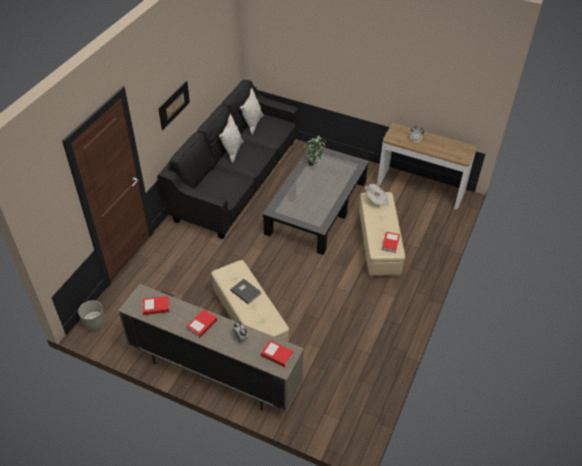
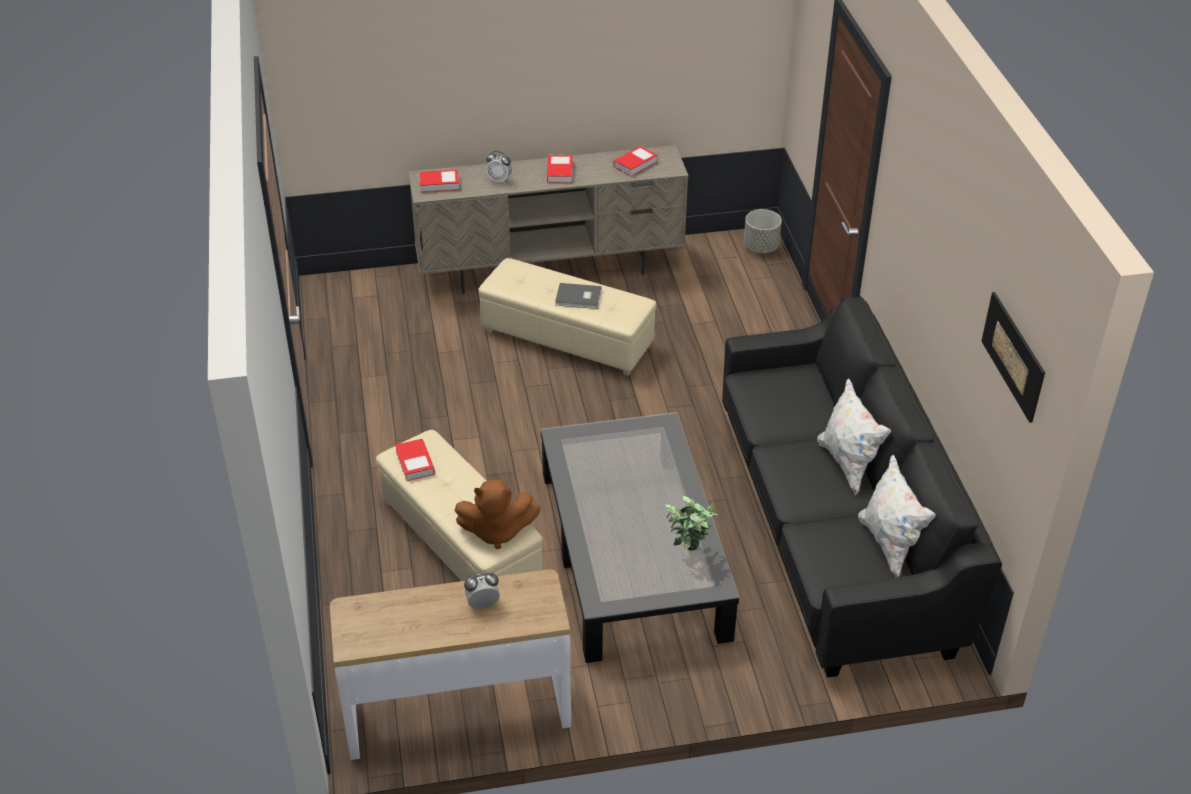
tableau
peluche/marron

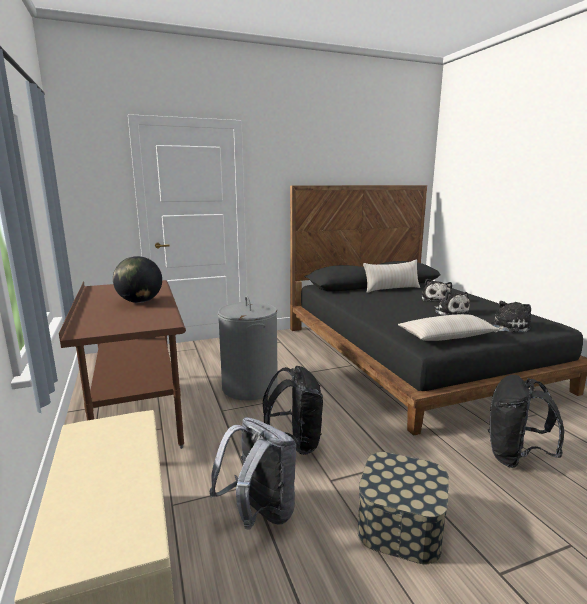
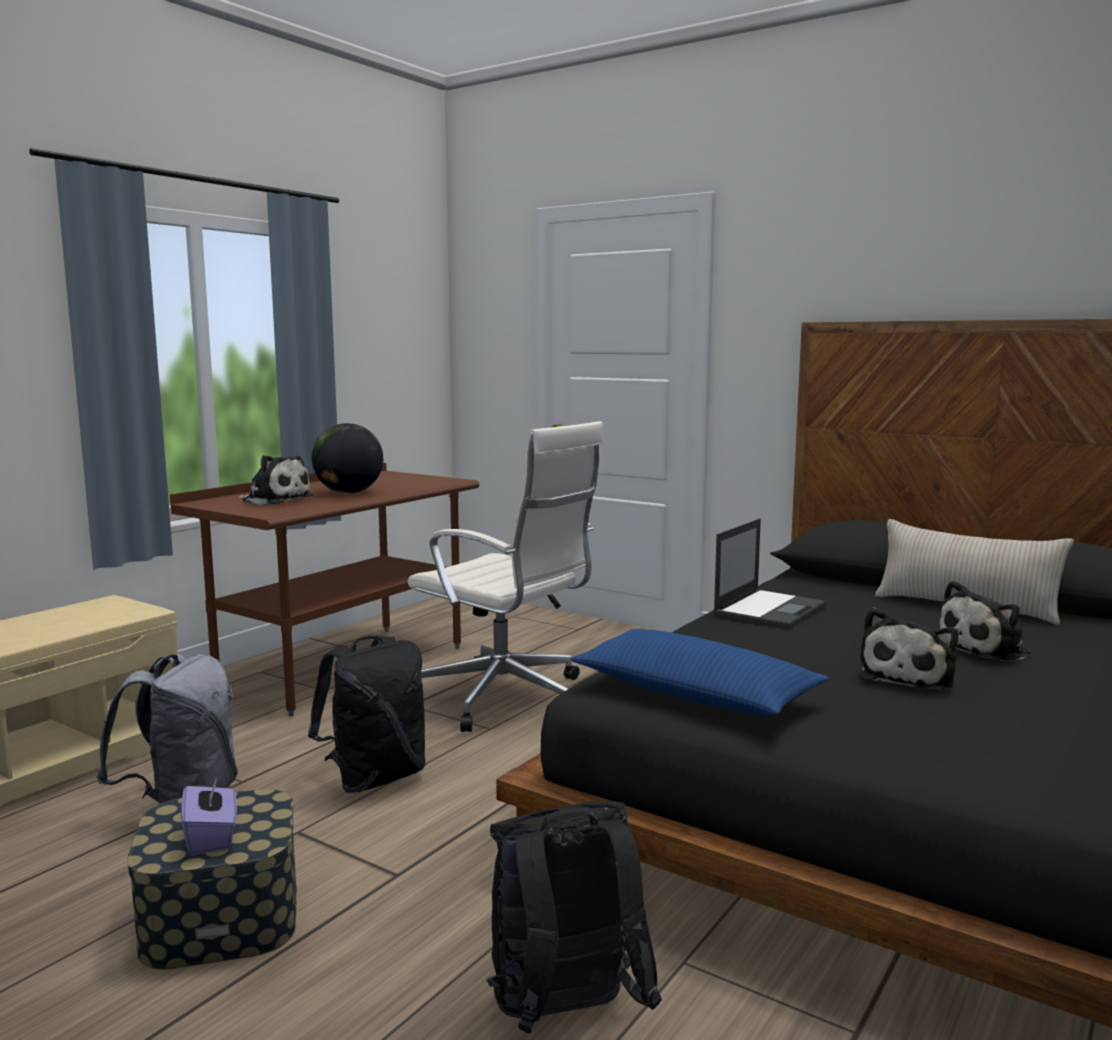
chaise de bureau/blanc
coussin/bleu
peluche (1st from left)
boîte à mouchoirs/violet
ordinateur portable

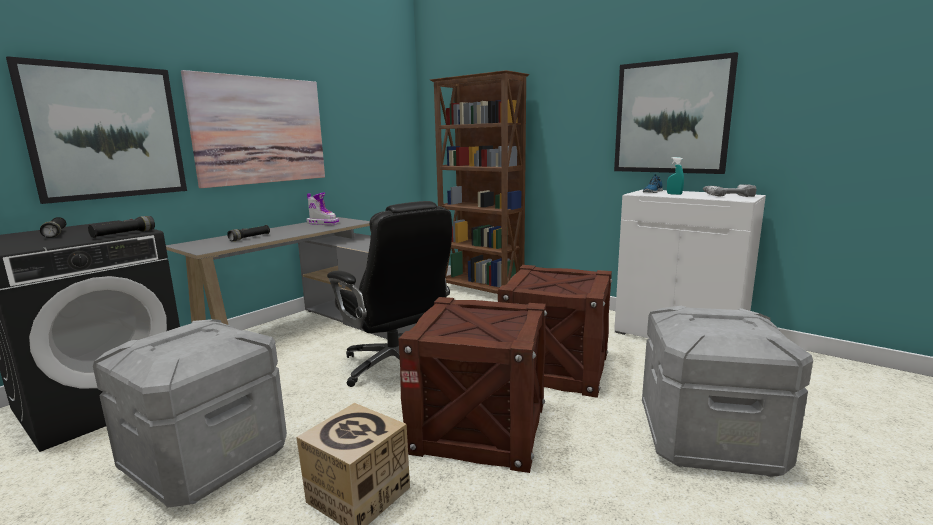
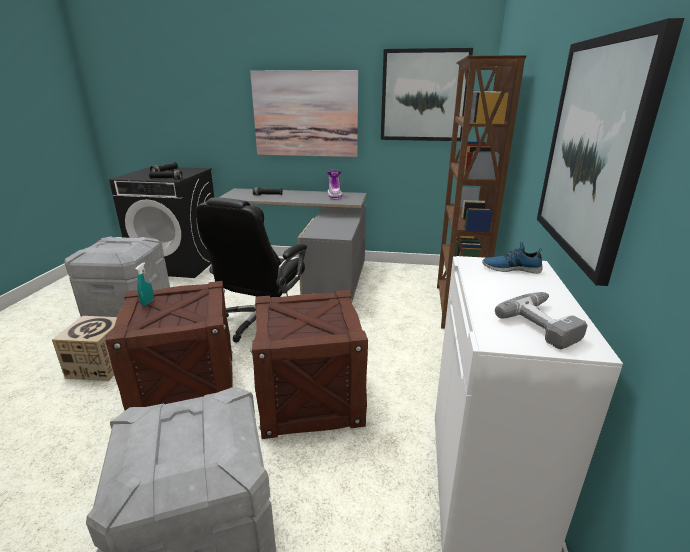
tableau (2nd from left)
vaporisateur/turquoise

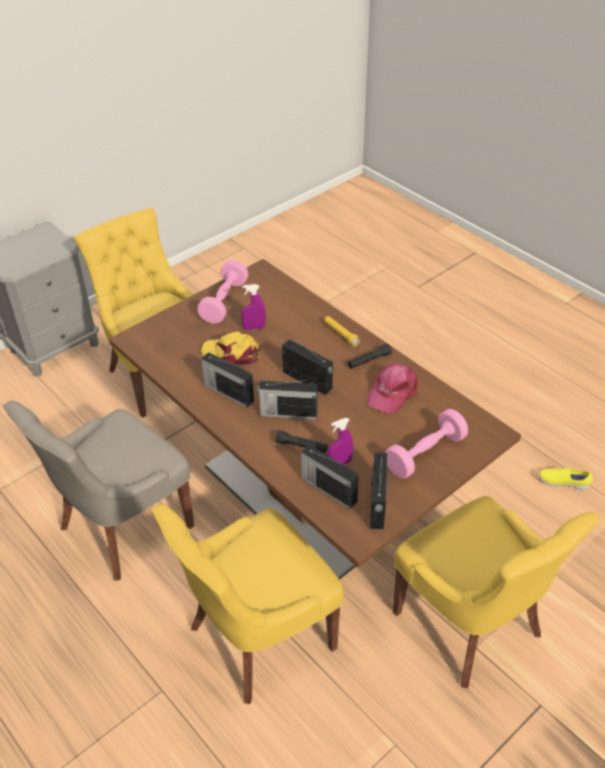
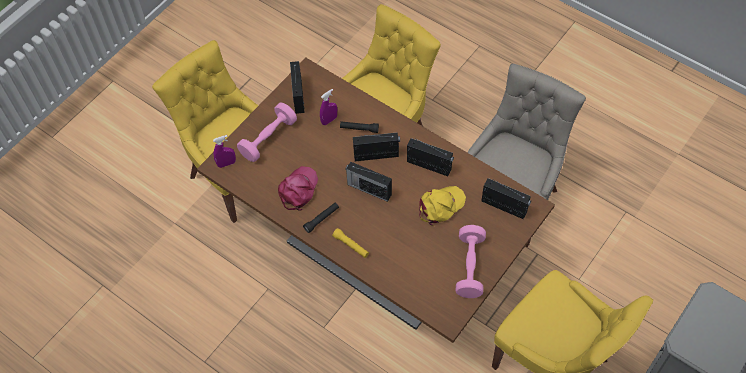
casquette/jaune
vaporisateur/violet (1st from left)
radio (5th from left)
chaussure/jaune

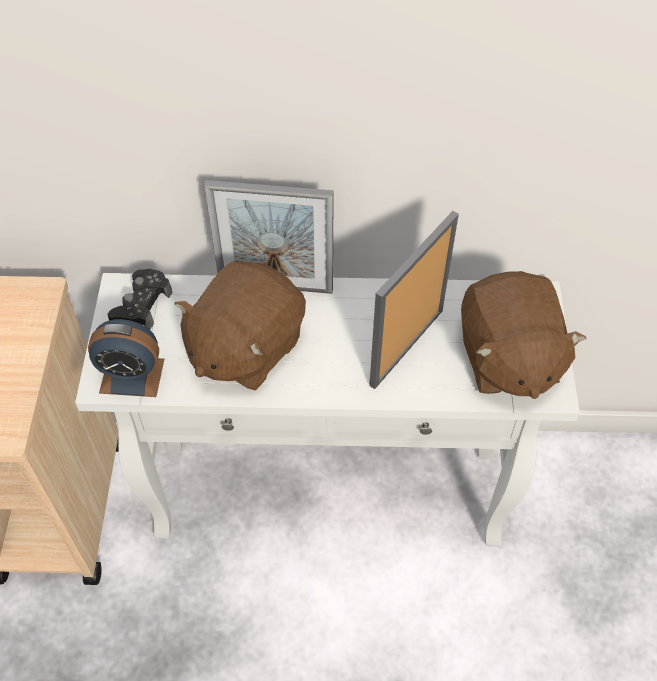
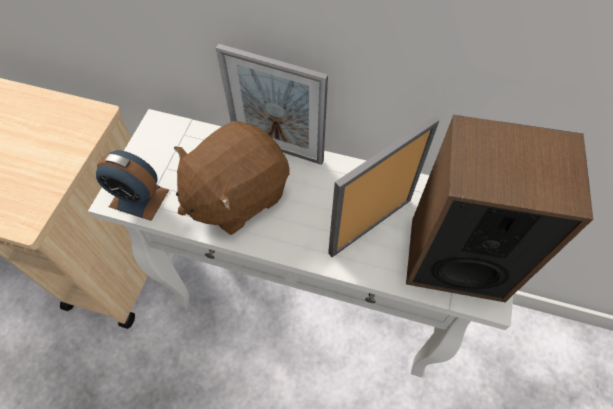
manette/noir
enceinte

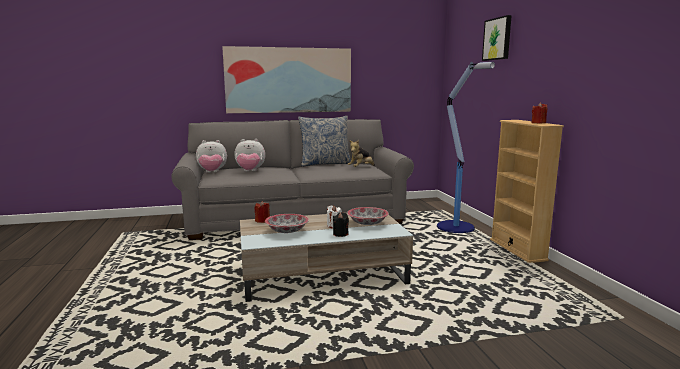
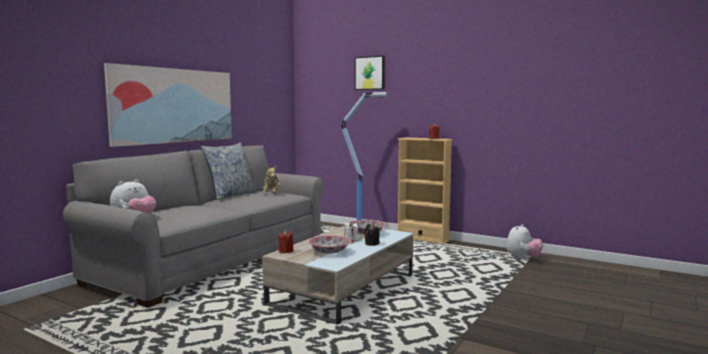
peluche (3rd from left)

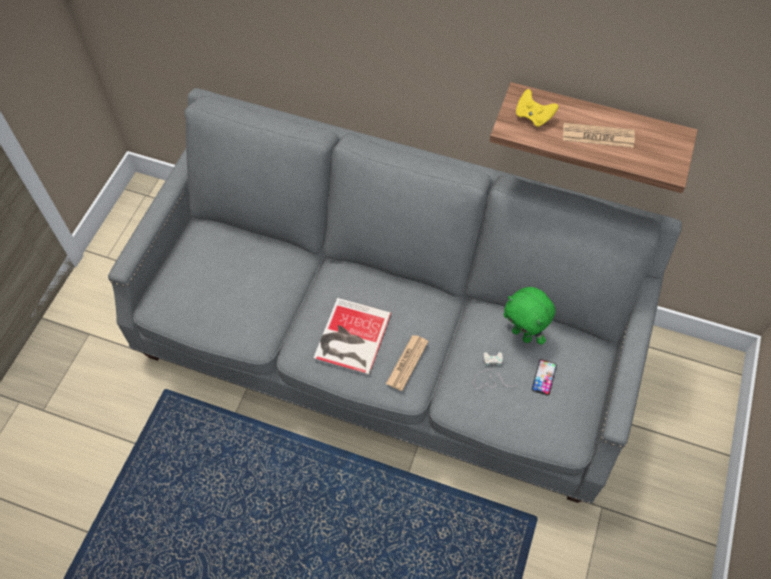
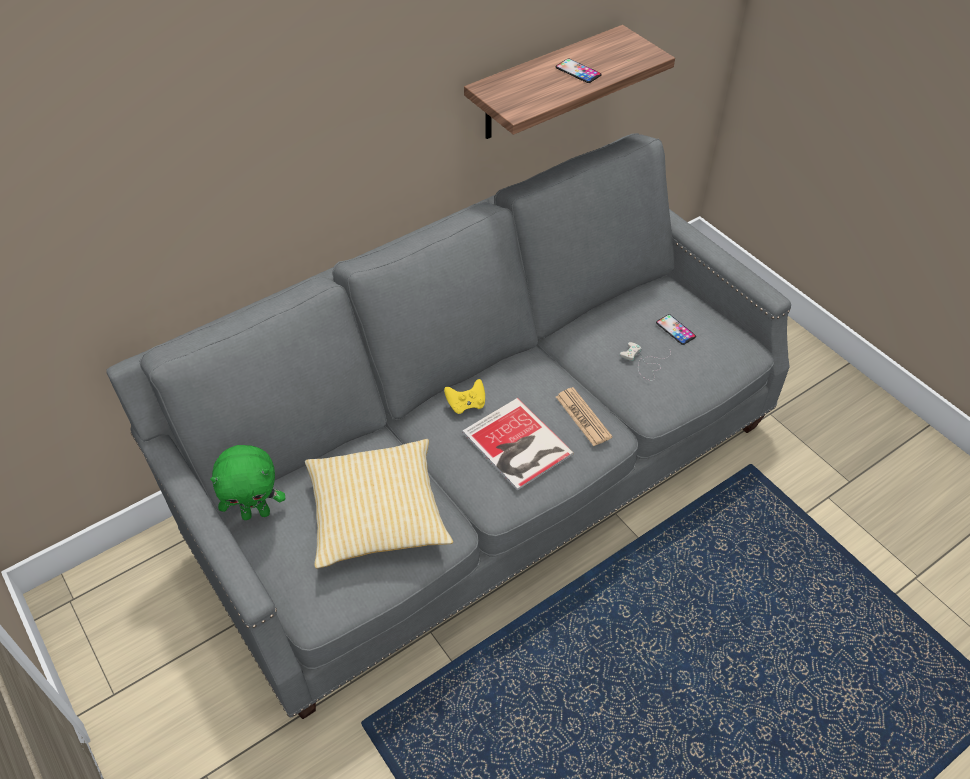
peluche/vert
manette/jaune
téléphone (1st from left)
coussin

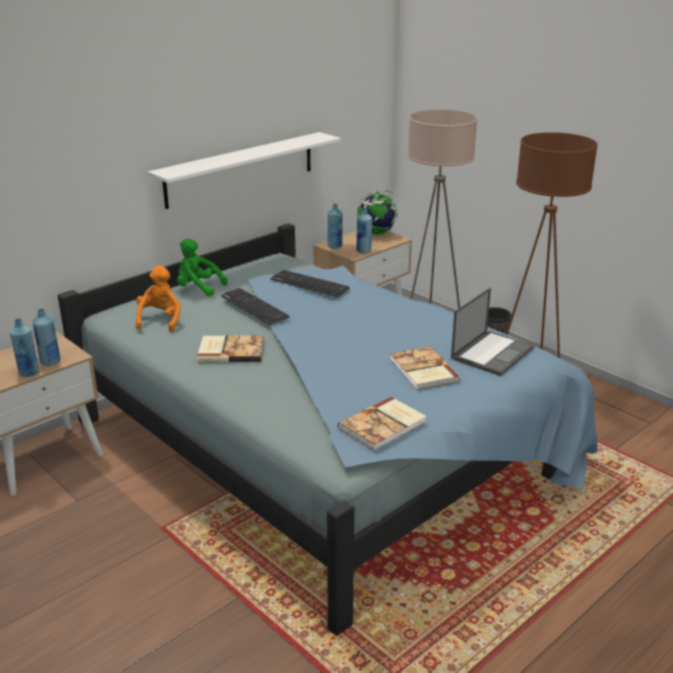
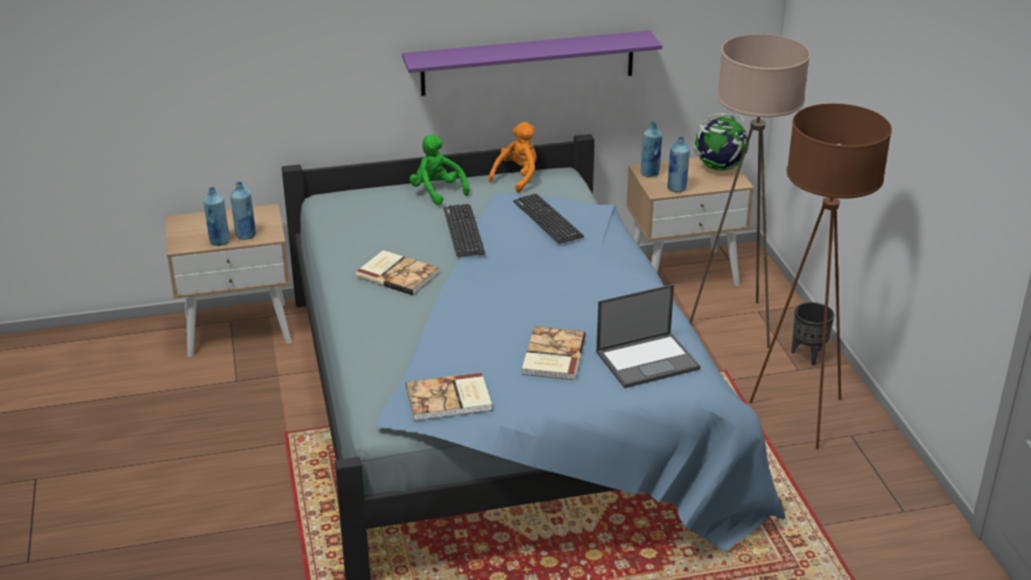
peluche/orange
étagère/violet

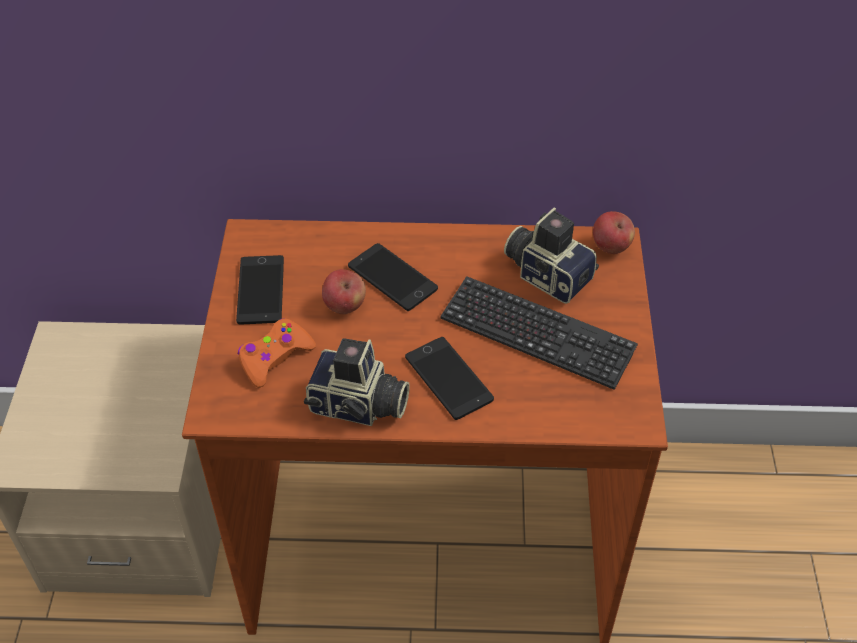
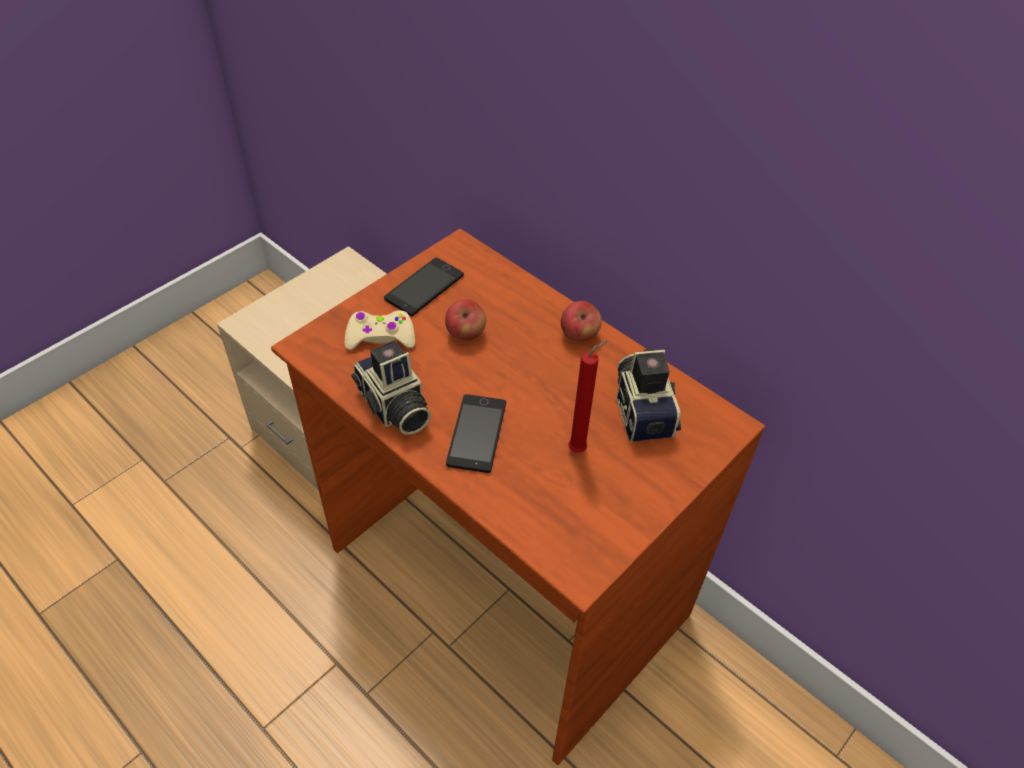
manette/beige
téléphone (2nd from left in the first image)
bougie/rouge
pomme (2nd from left)

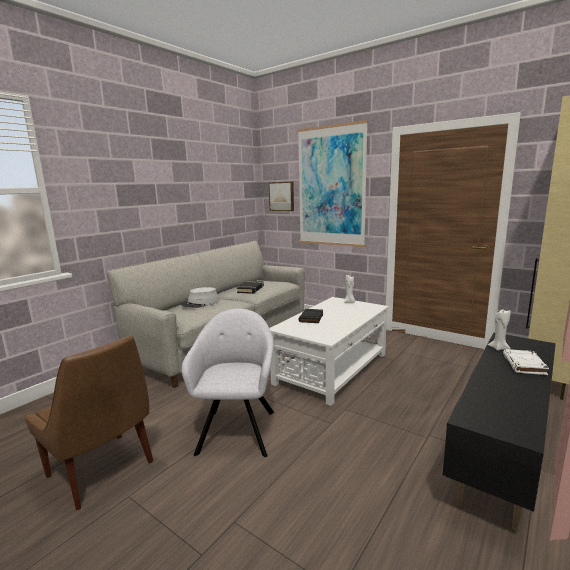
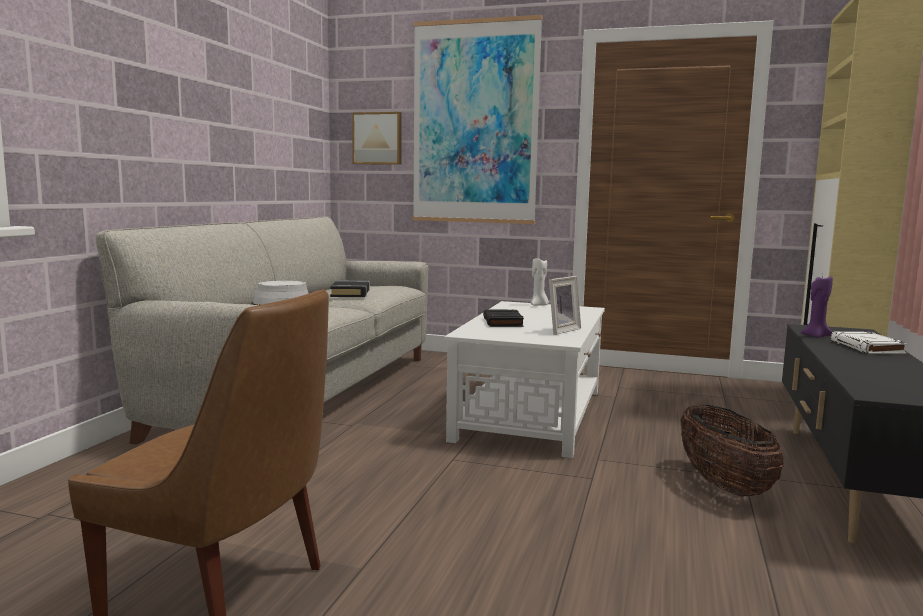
fauteuil/gris
bougie/violet
cadre photo
panier

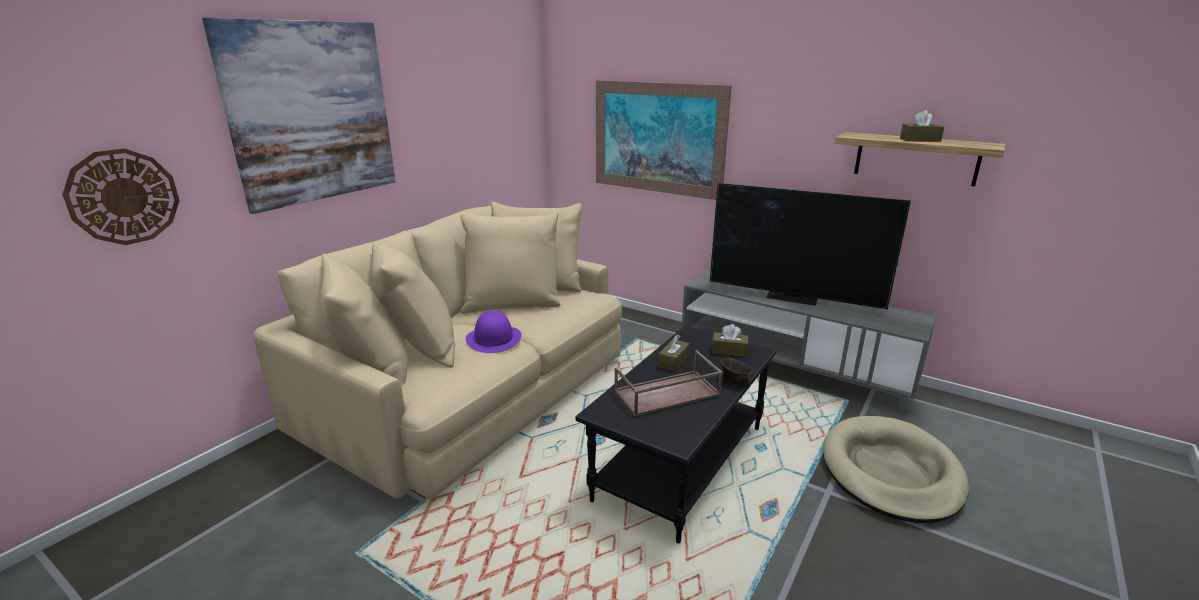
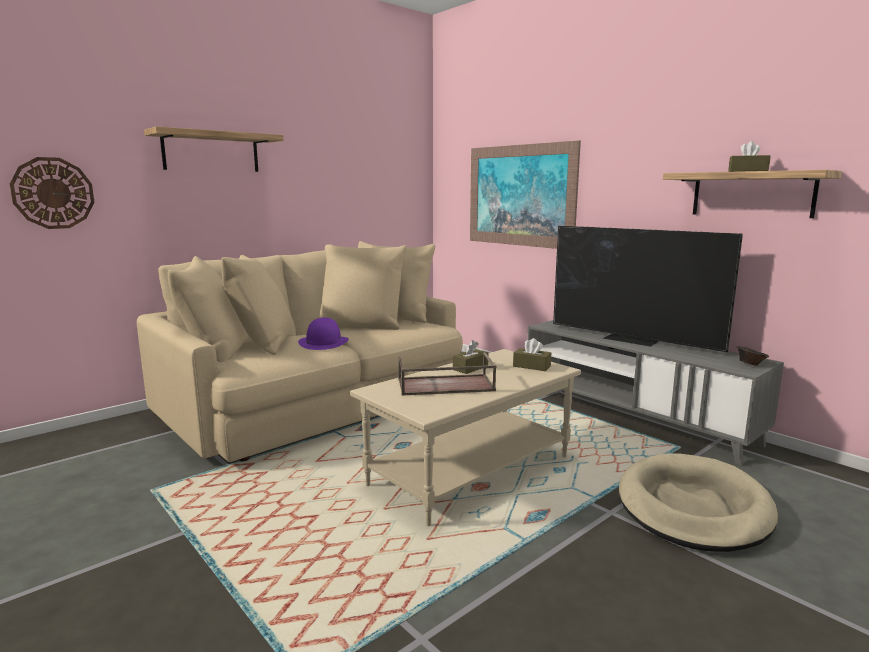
étagère (1st from left)
table basse/beige
bol/marron

